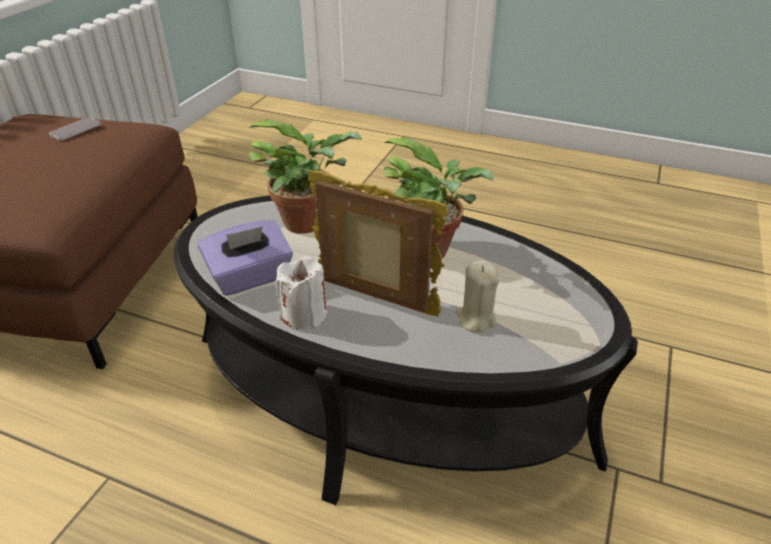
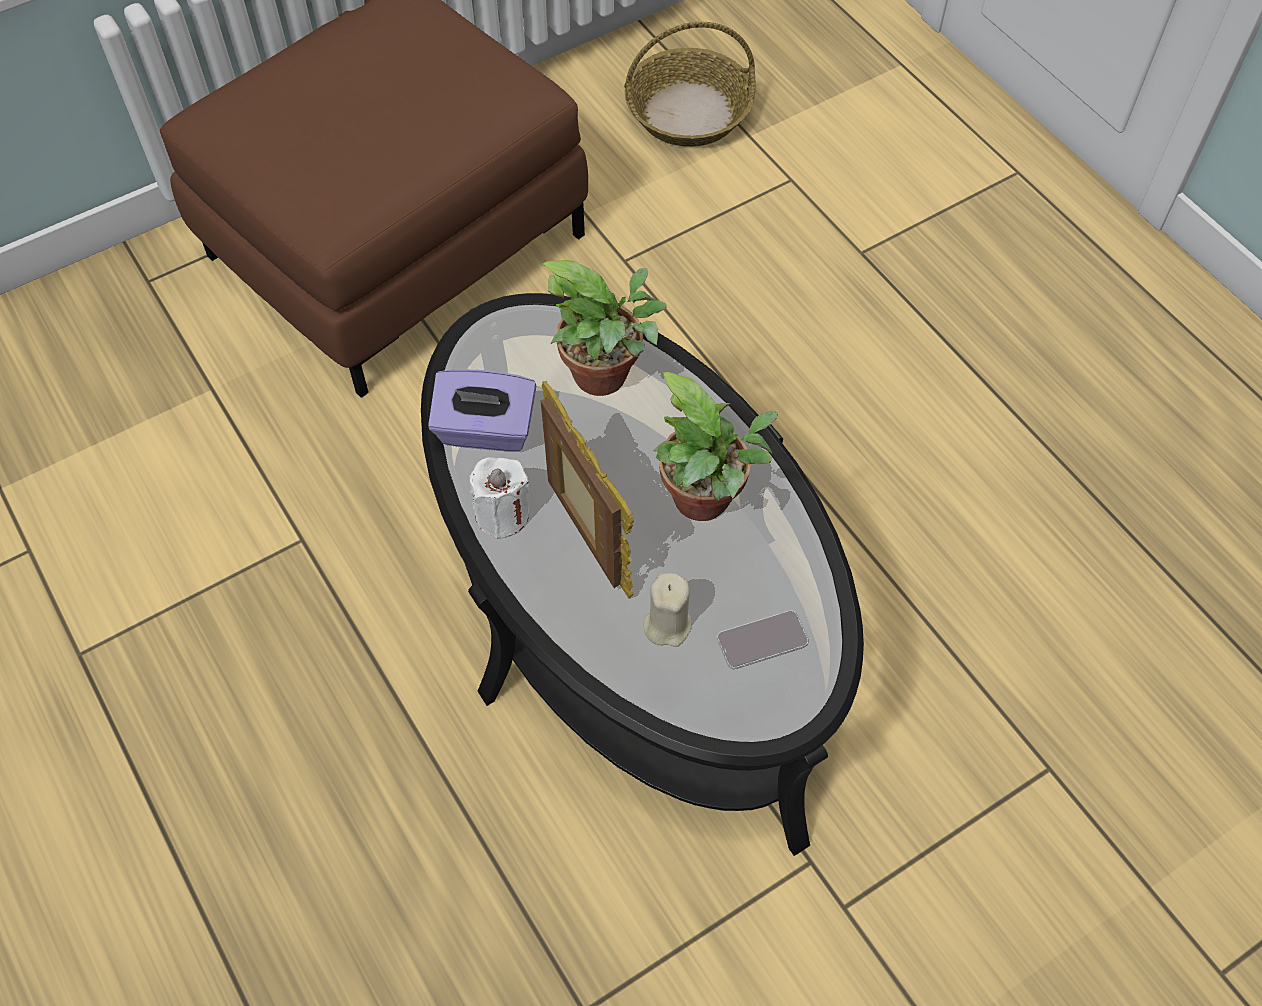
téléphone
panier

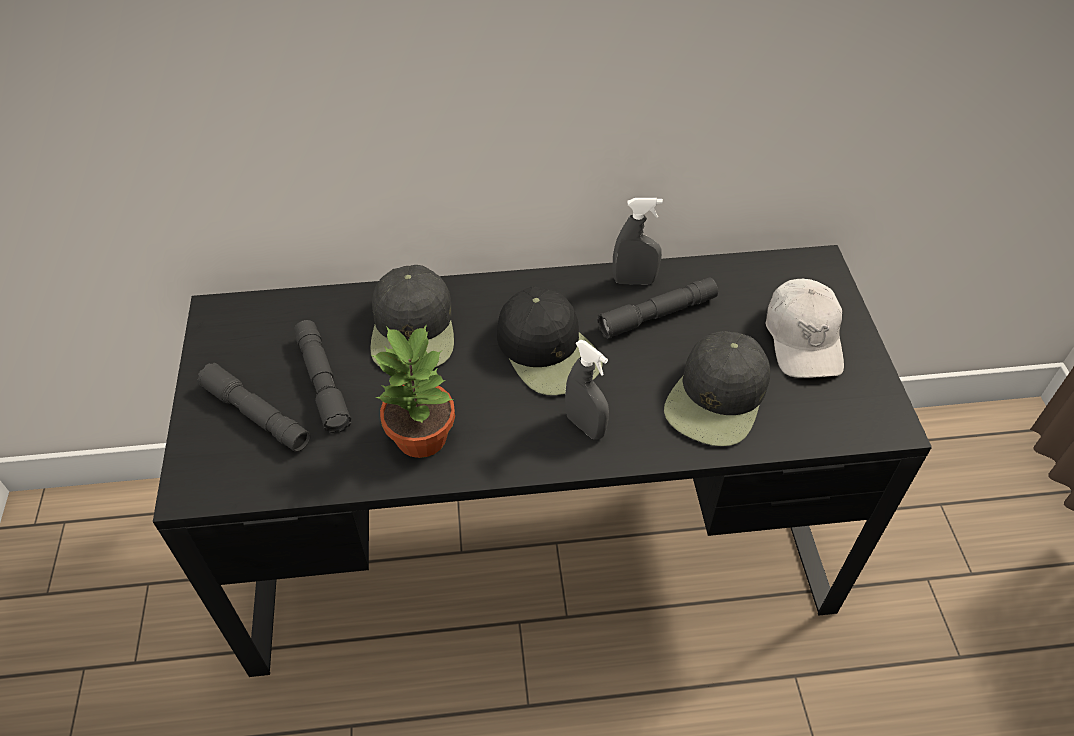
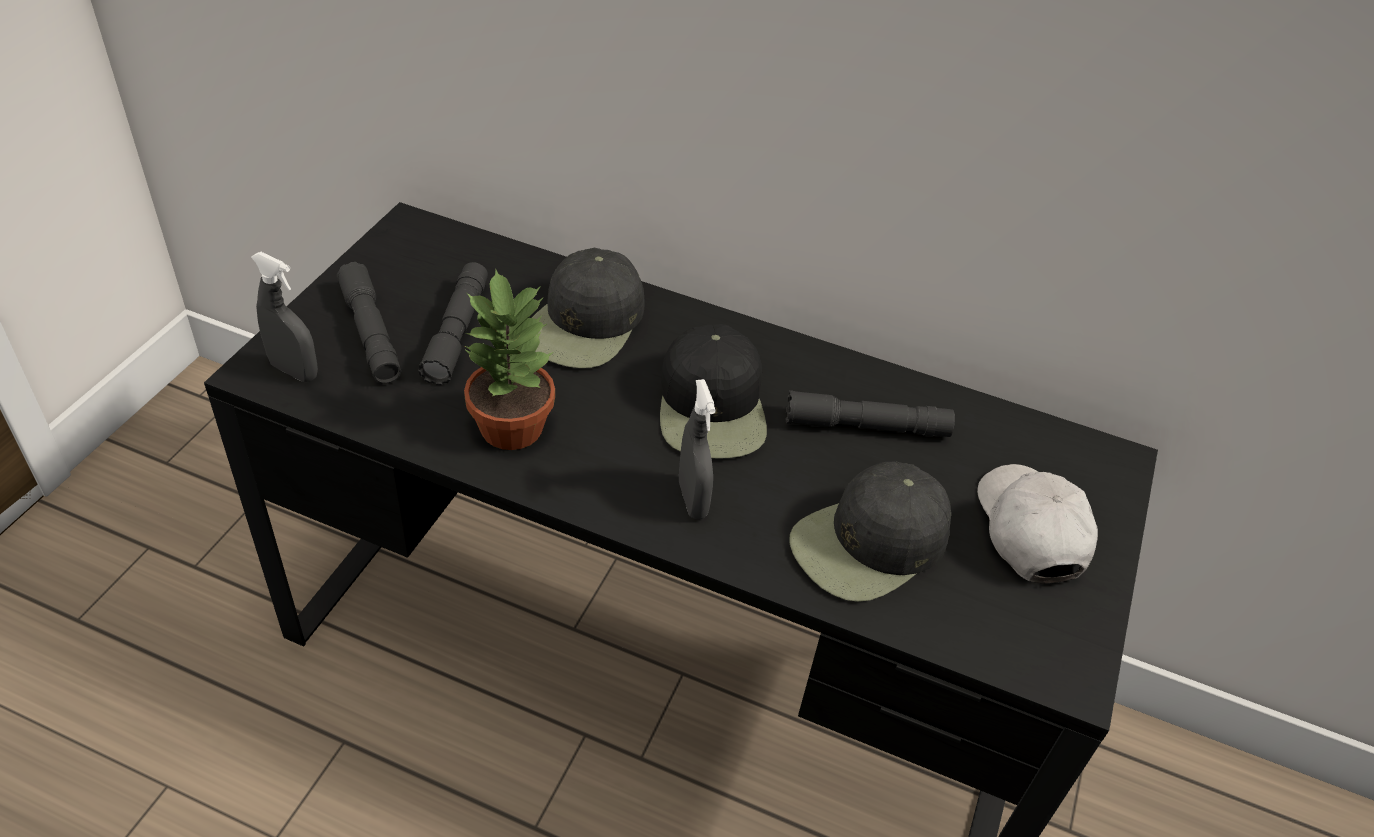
vaporisateur/gris (1st from left)
casquette/blanc

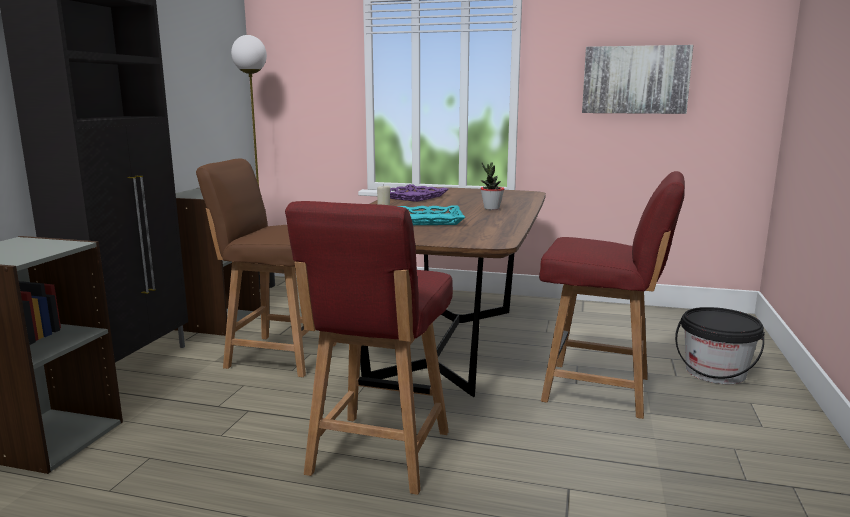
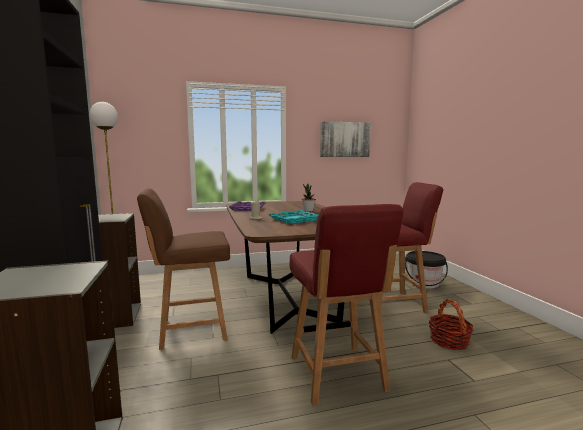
panier

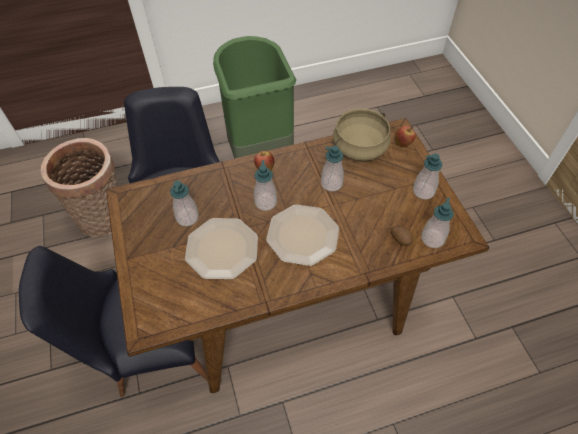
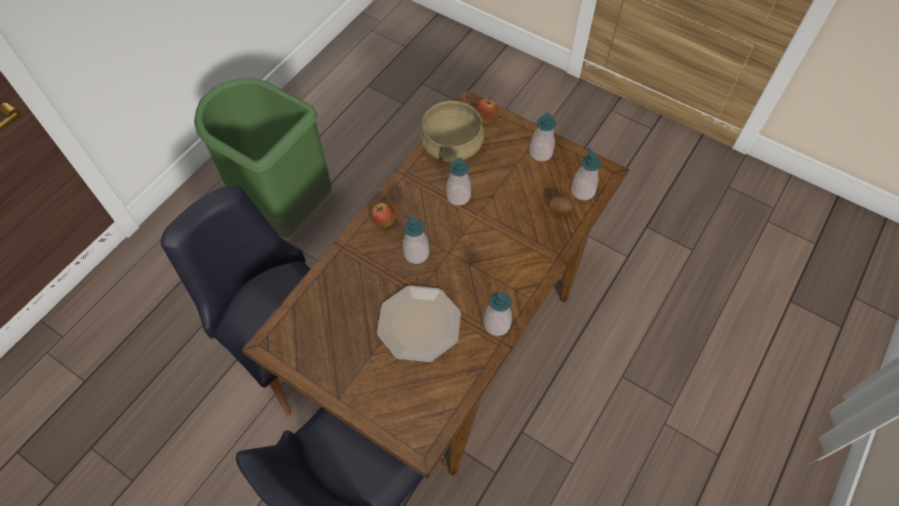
panier
distributeur de savon (3rd from left)
assiette (2nd from left in the first image)

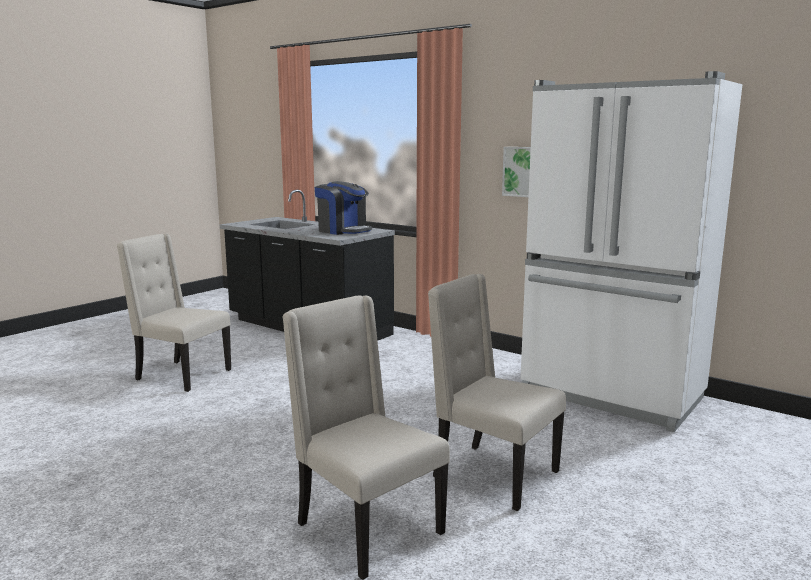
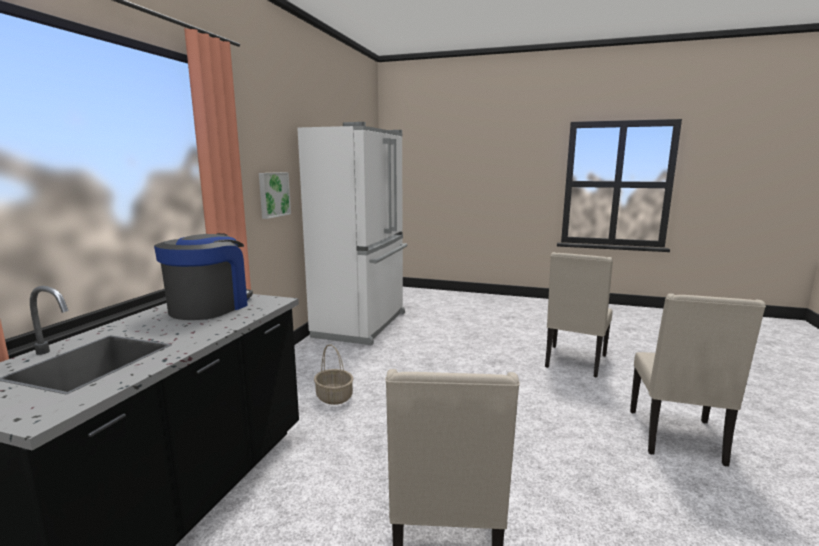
chaise/beige (3rd from left)
panier

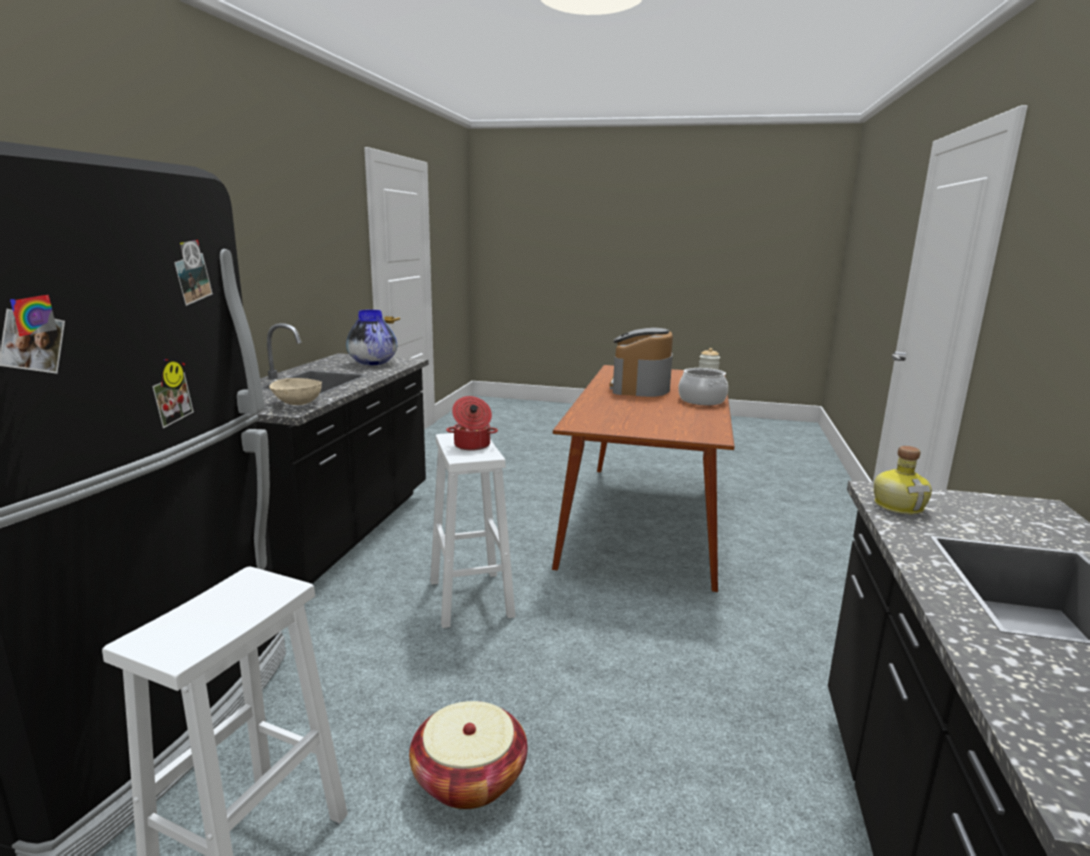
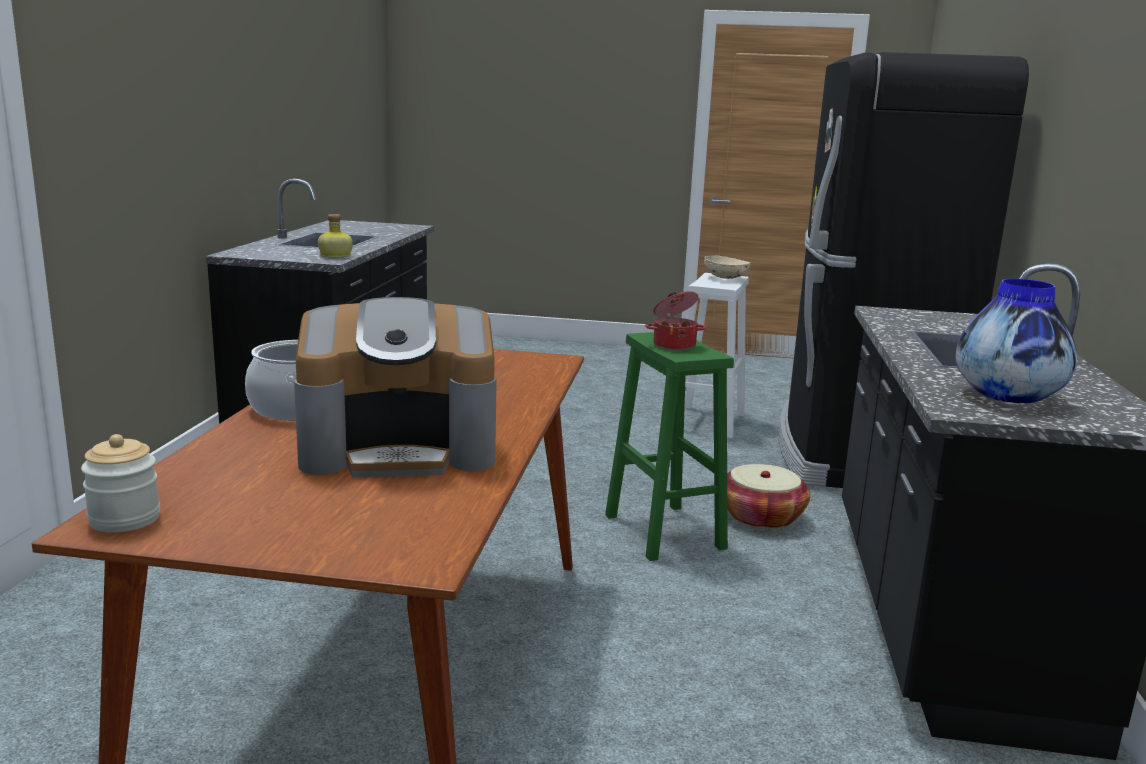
bol/beige
panier
tabouret/vert
machine à café

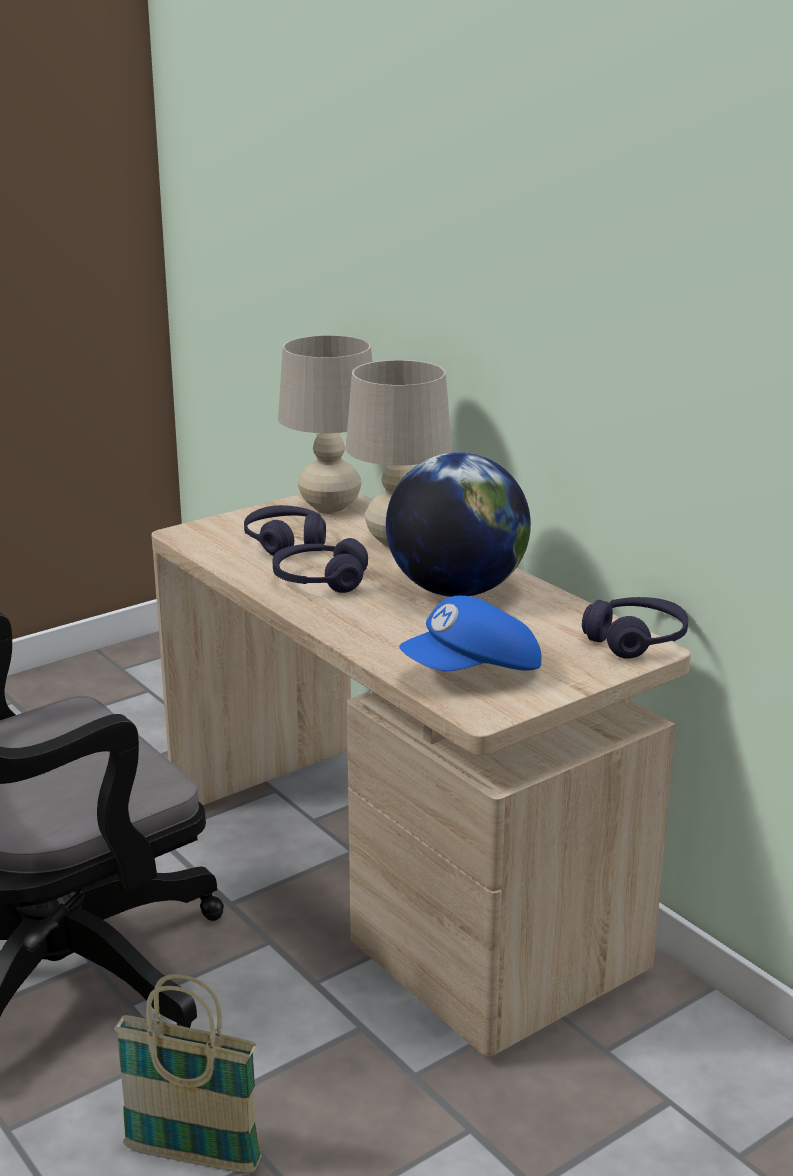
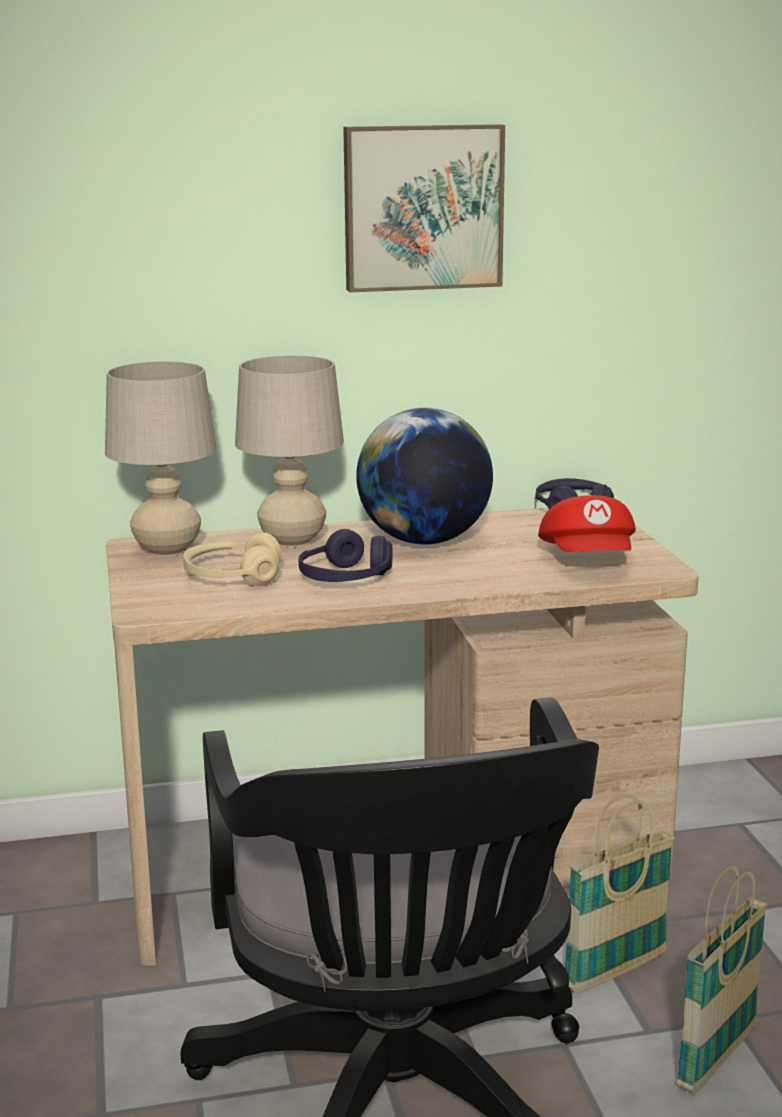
casque audio/beige
casquette/rouge
tableau
panier (1st from left)

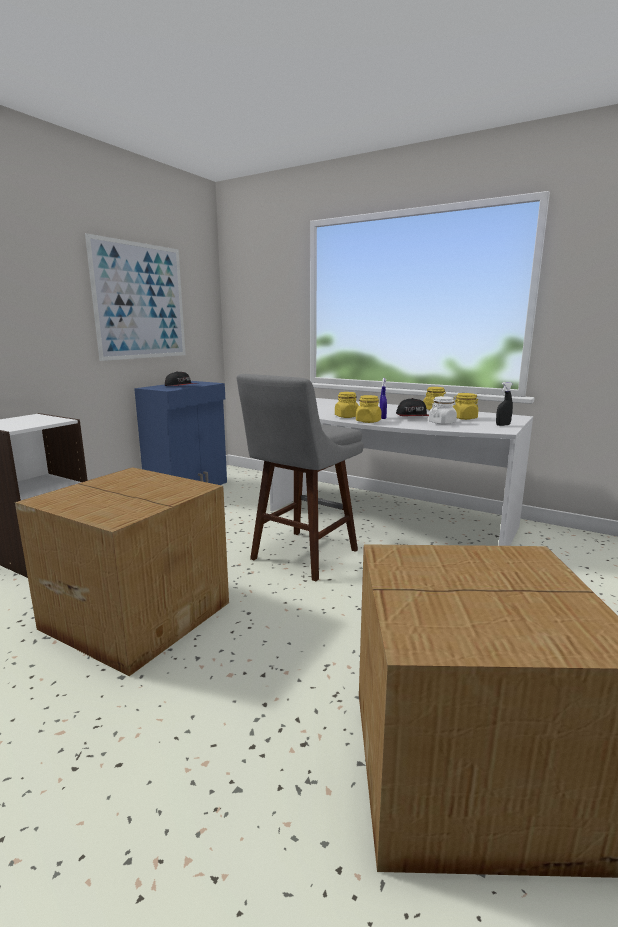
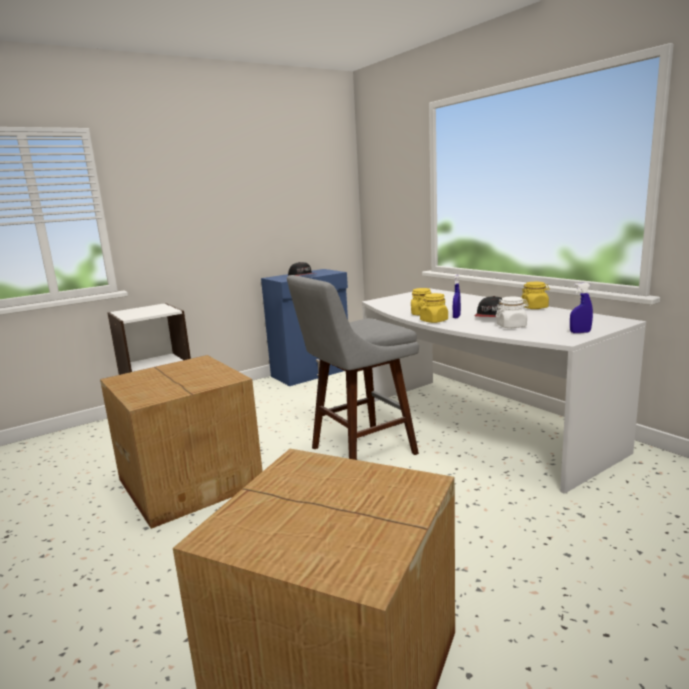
tableau
bocal/jaune (4th from left in the first image)
vaporisateur/bleu (2nd from left)

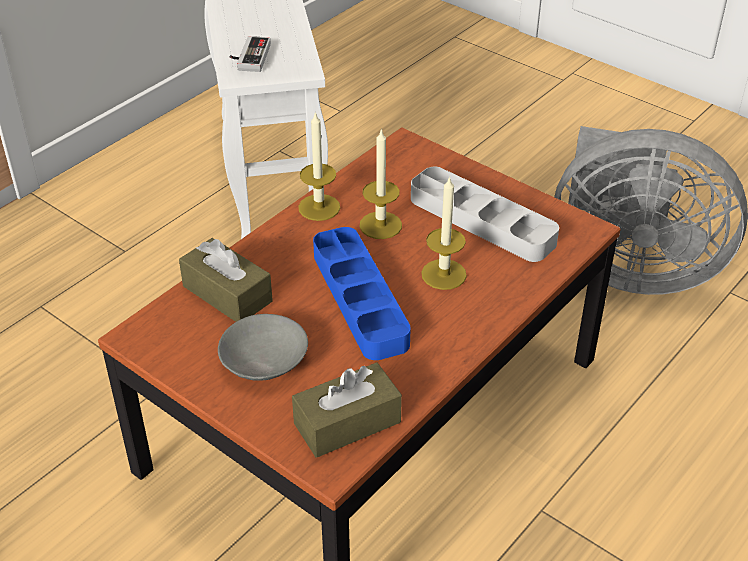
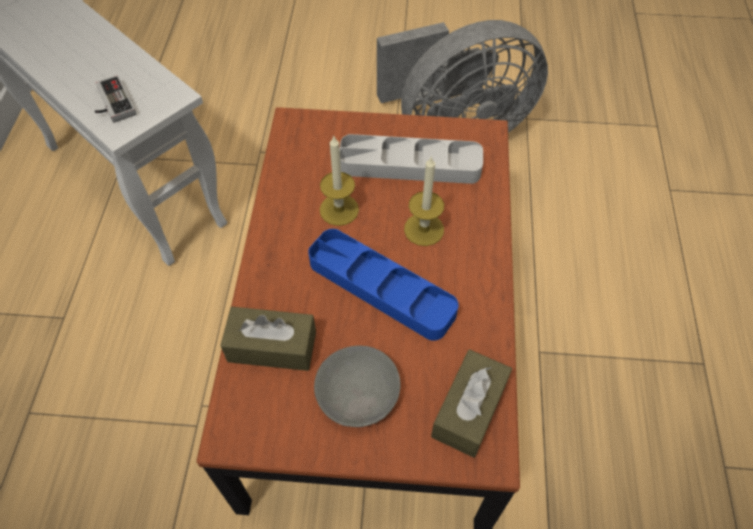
bougie (1st from left in the first image)

